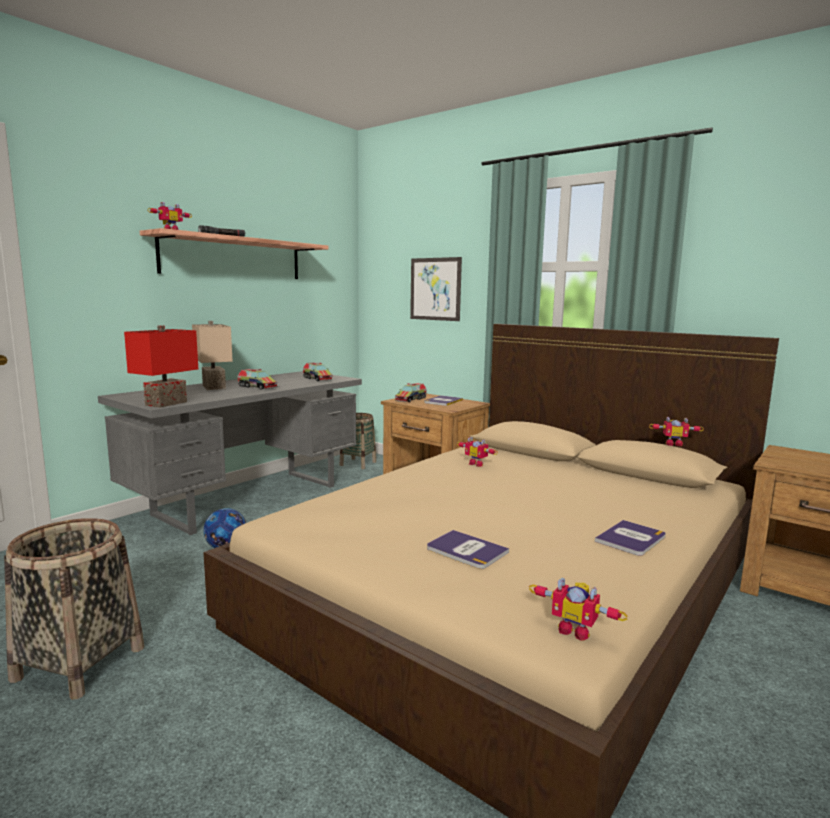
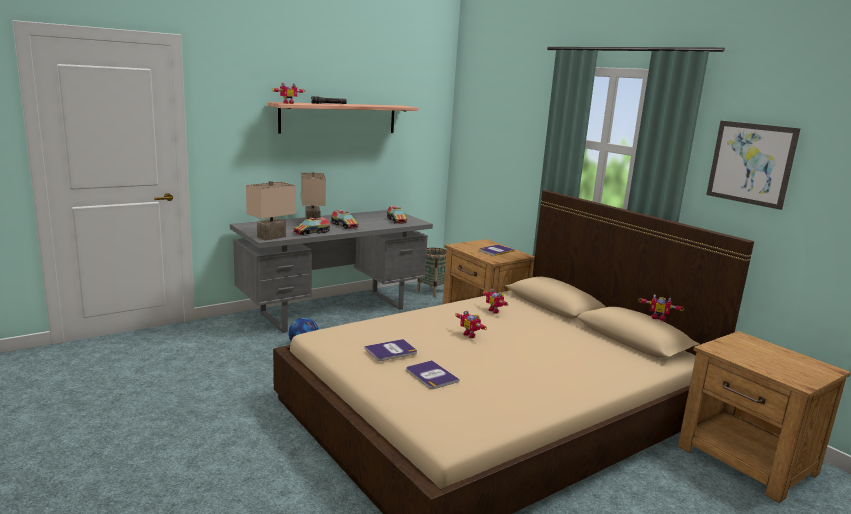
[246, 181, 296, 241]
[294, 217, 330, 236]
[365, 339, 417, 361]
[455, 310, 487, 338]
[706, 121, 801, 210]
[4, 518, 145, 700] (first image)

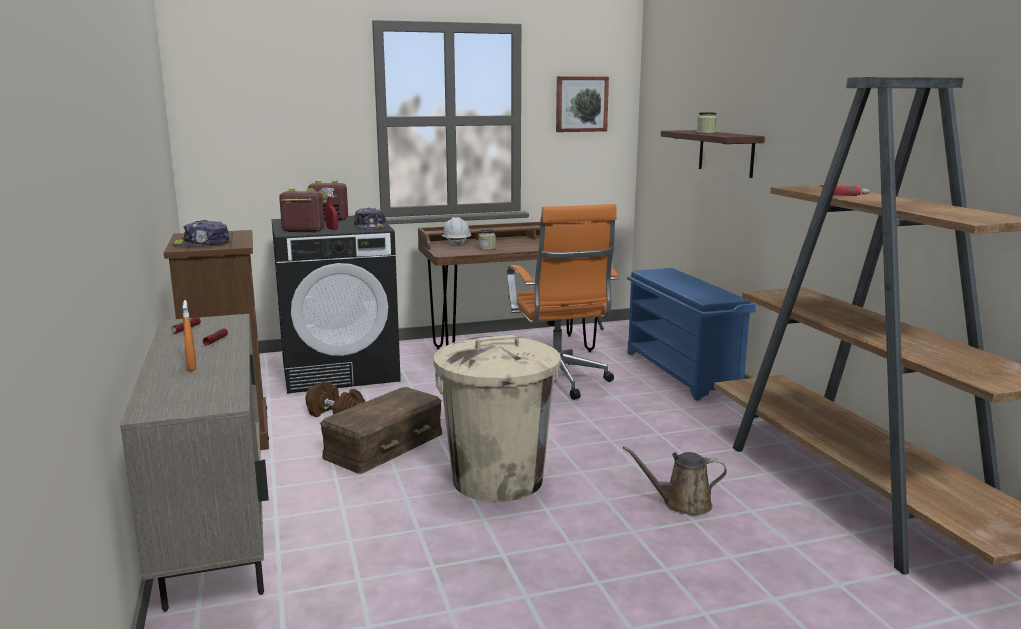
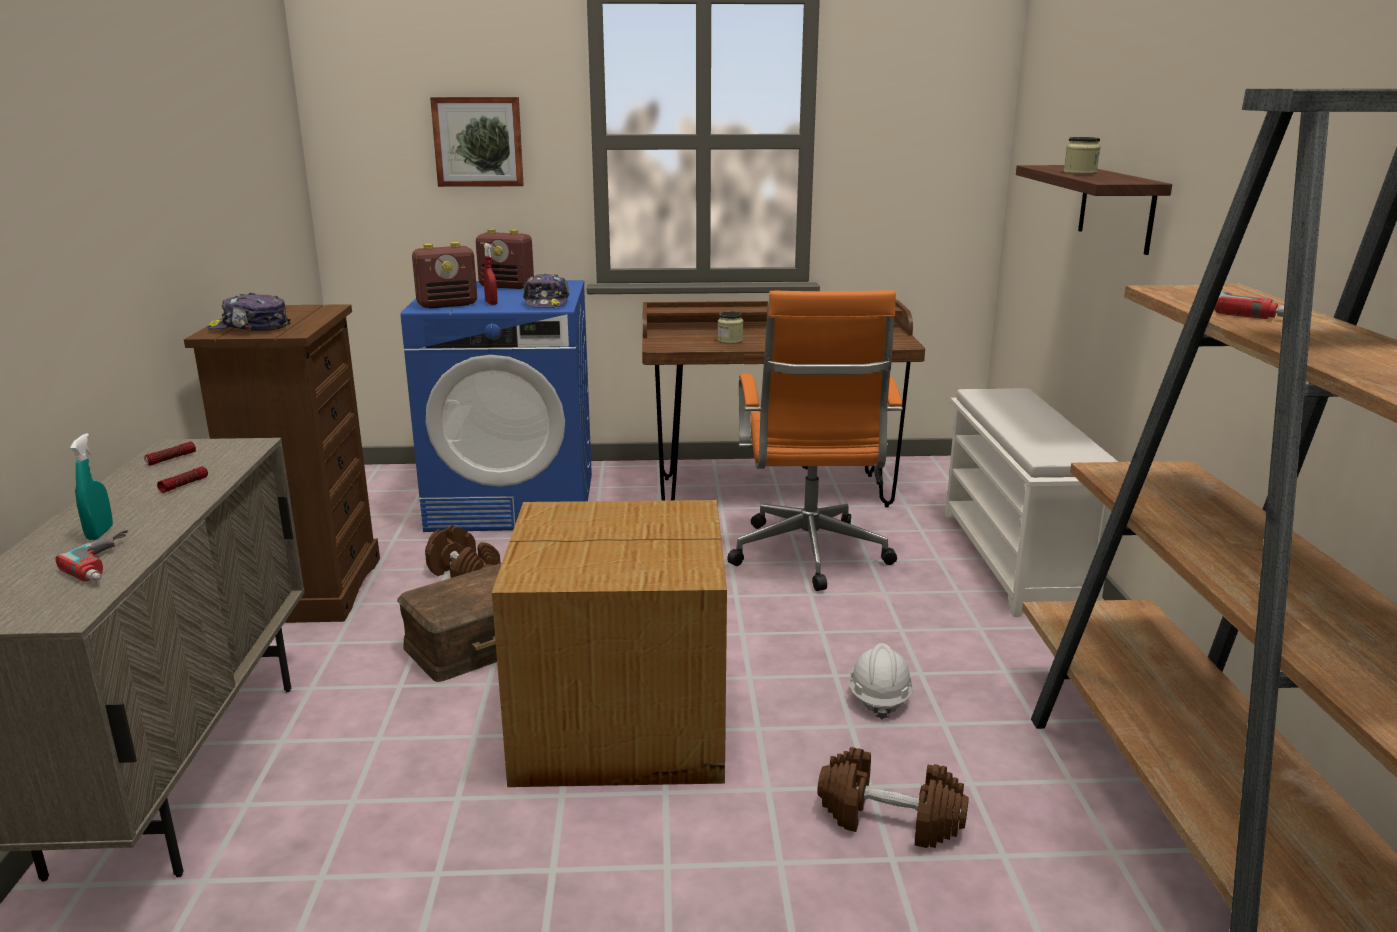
[56, 530, 128, 582]
[70, 433, 113, 540]
[400, 280, 592, 532]
[412, 242, 477, 309]
[430, 97, 524, 187]
[492, 500, 727, 787]
[817, 747, 969, 848]
[849, 643, 913, 720]
[945, 388, 1118, 617]

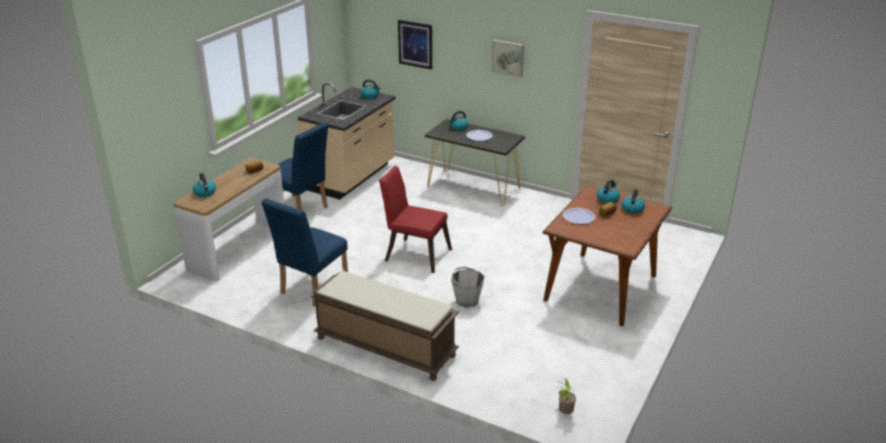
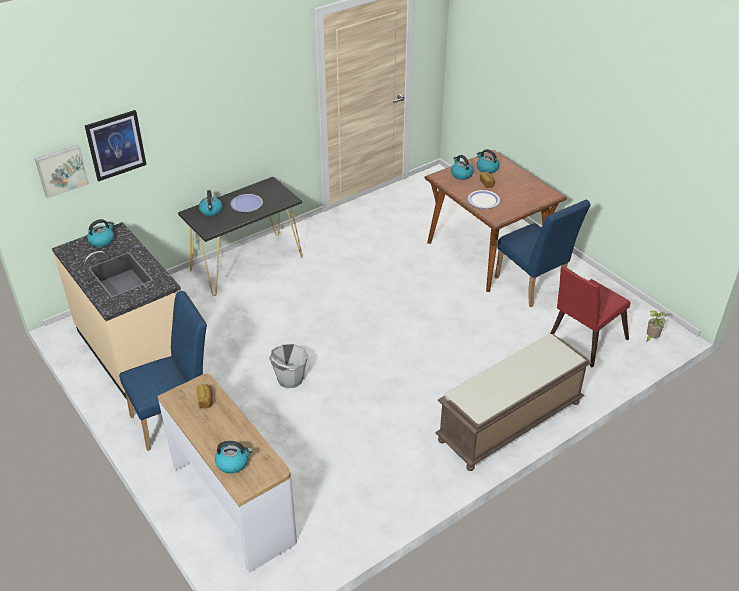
[35, 145, 89, 199]
[269, 344, 308, 388]
[495, 200, 590, 307]
[550, 266, 630, 367]

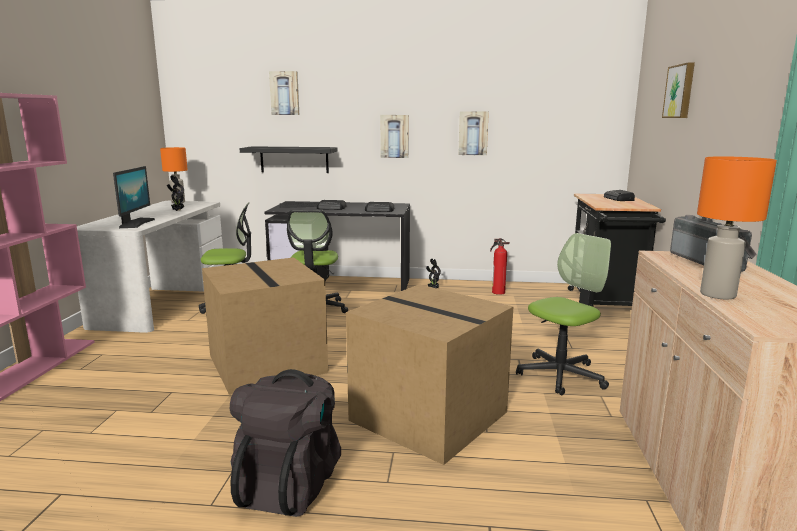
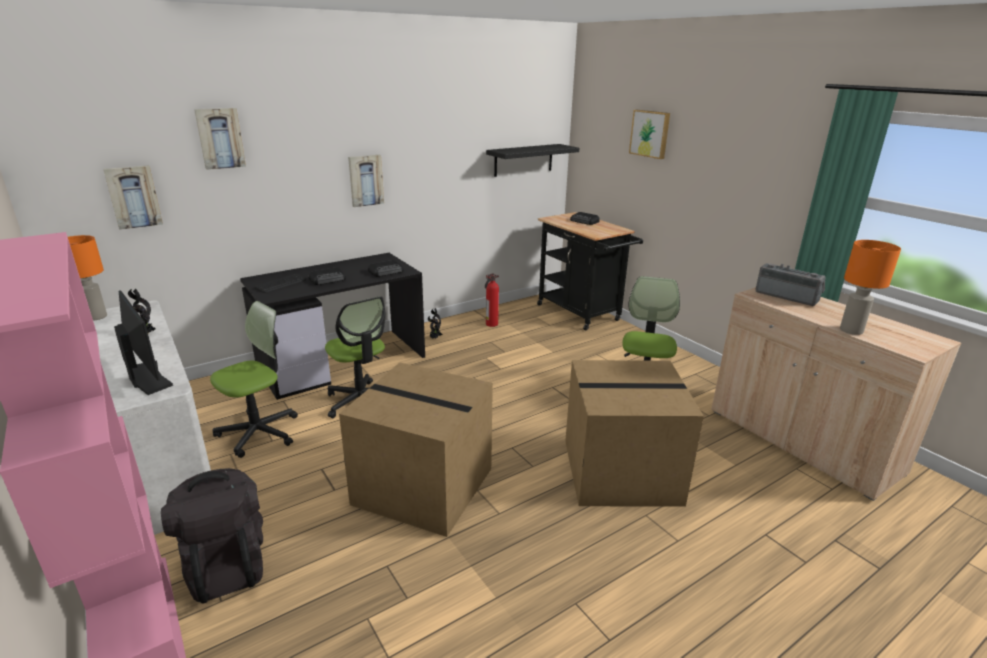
[103, 165, 163, 230]
[161, 468, 263, 604]
[486, 144, 579, 177]

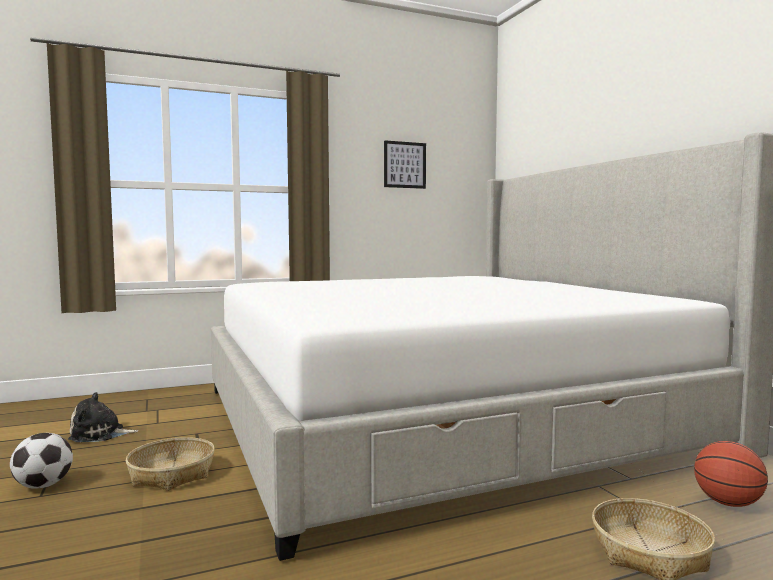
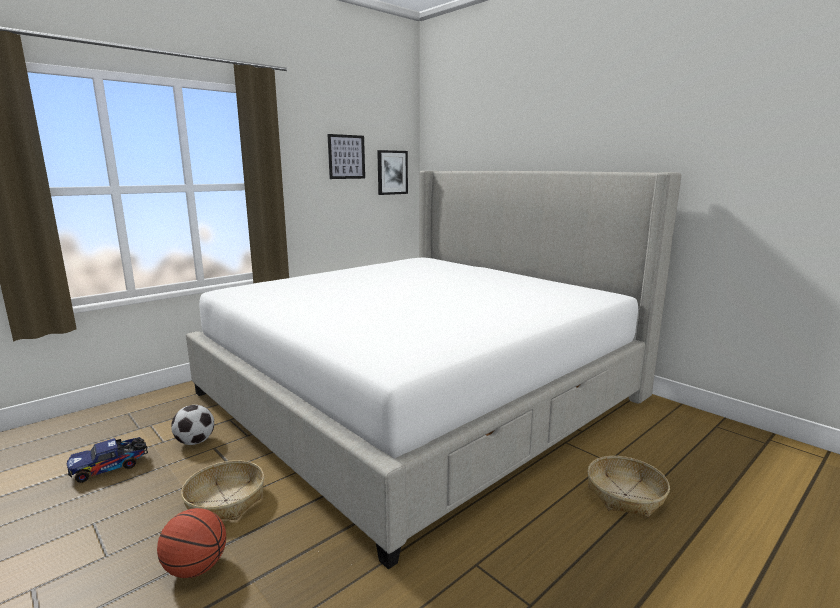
[67, 437, 148, 483]
[157, 508, 226, 578]
[171, 405, 214, 445]
[377, 150, 408, 195]

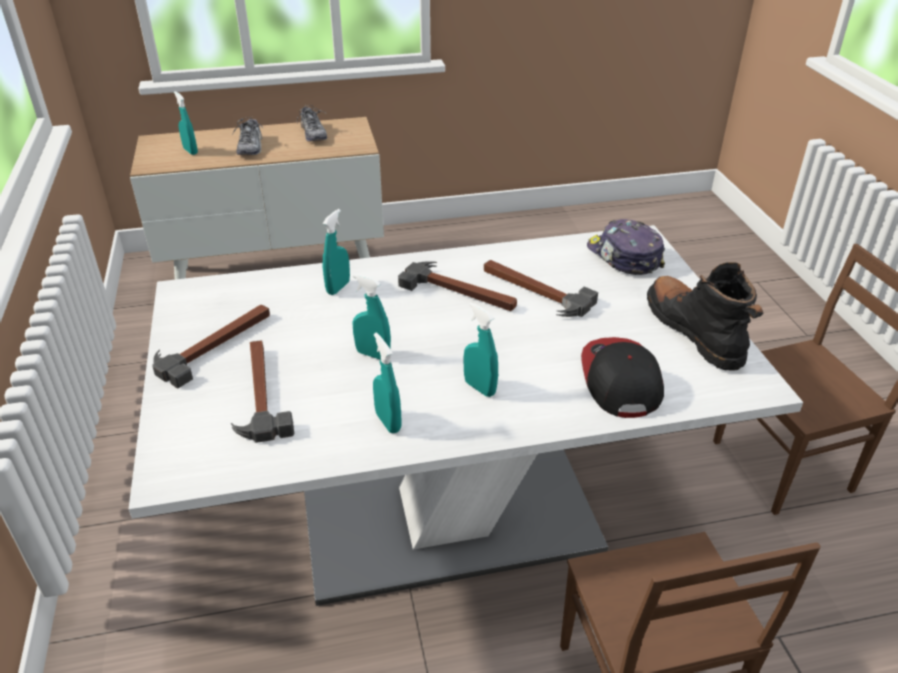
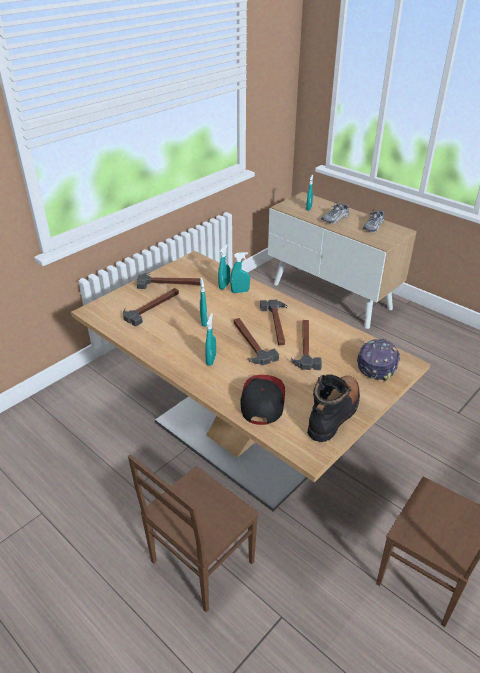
[71, 251, 430, 511]
[218, 244, 230, 290]
[234, 318, 279, 365]
[240, 375, 285, 425]

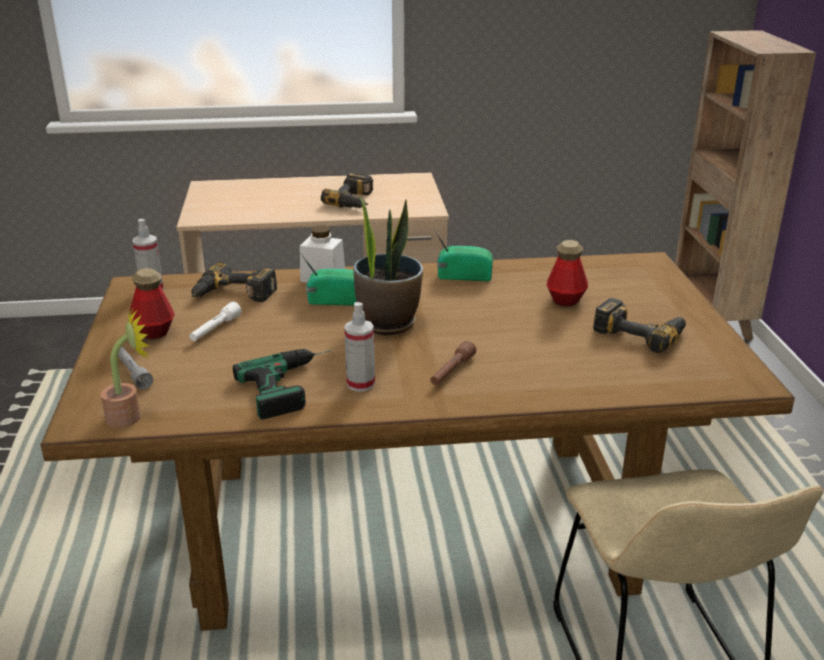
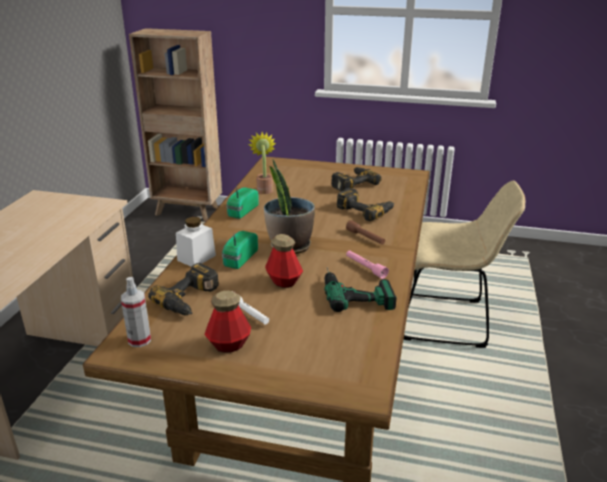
[248, 132, 276, 194]
[265, 234, 303, 288]
[336, 188, 394, 221]
[346, 250, 389, 279]
[118, 346, 153, 389] (first image)

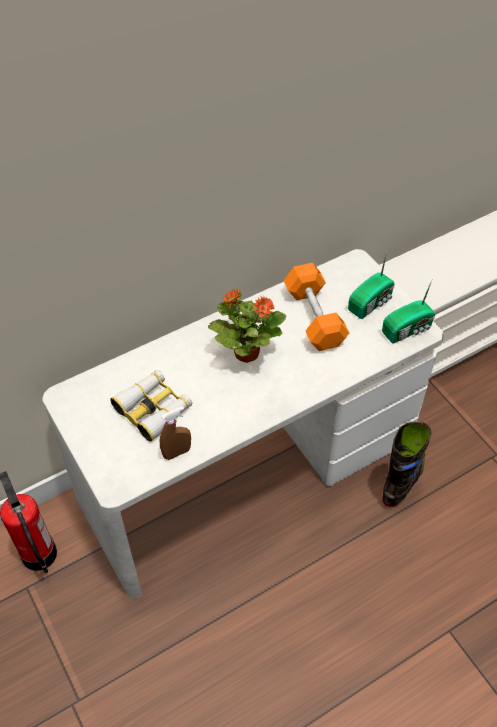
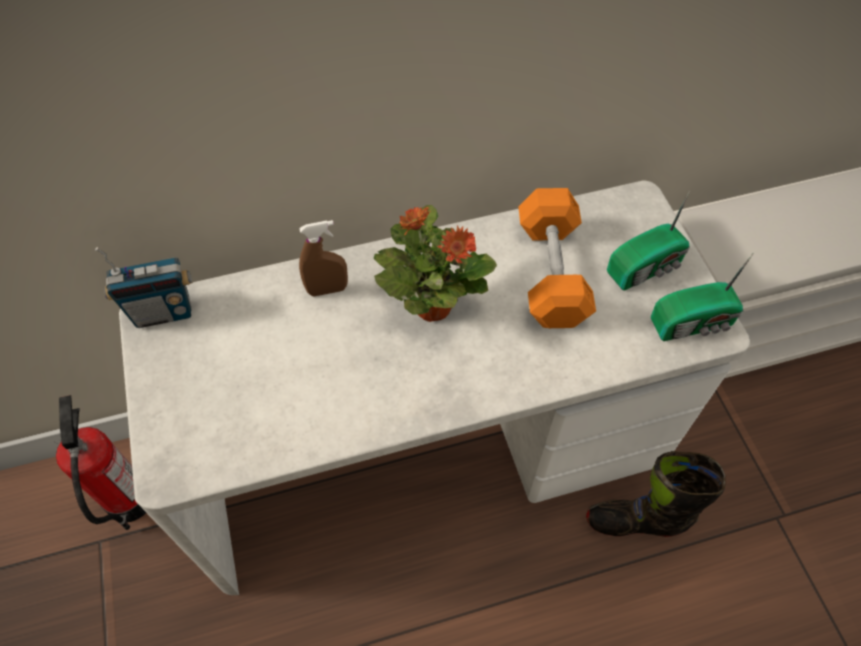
[95, 247, 193, 328]
[299, 220, 348, 296]
[586, 451, 726, 537]
[110, 370, 192, 442] (first image)

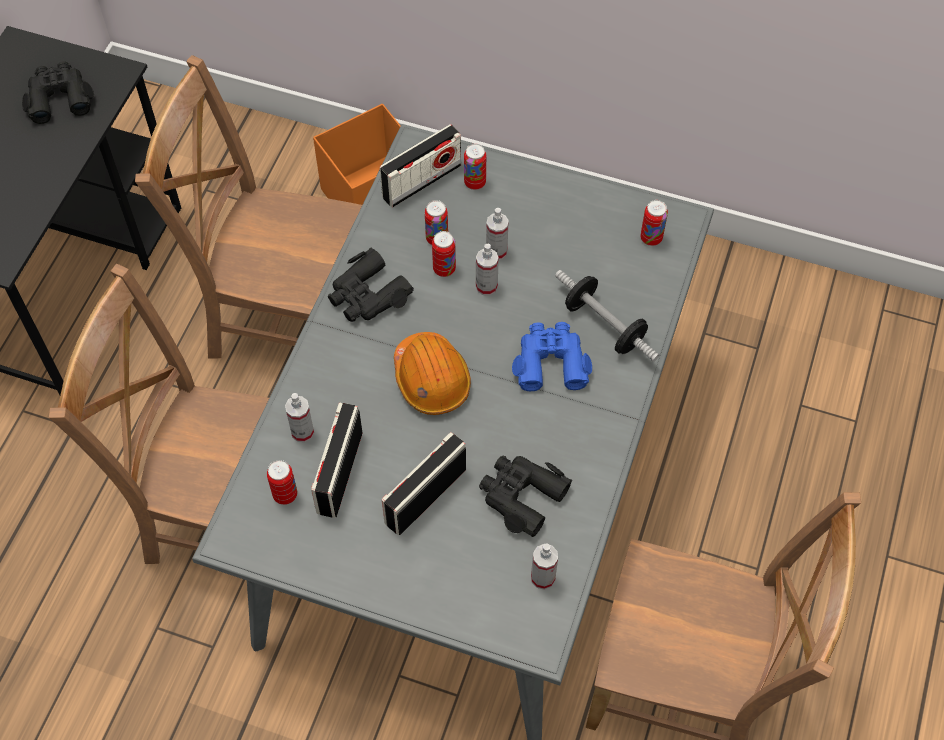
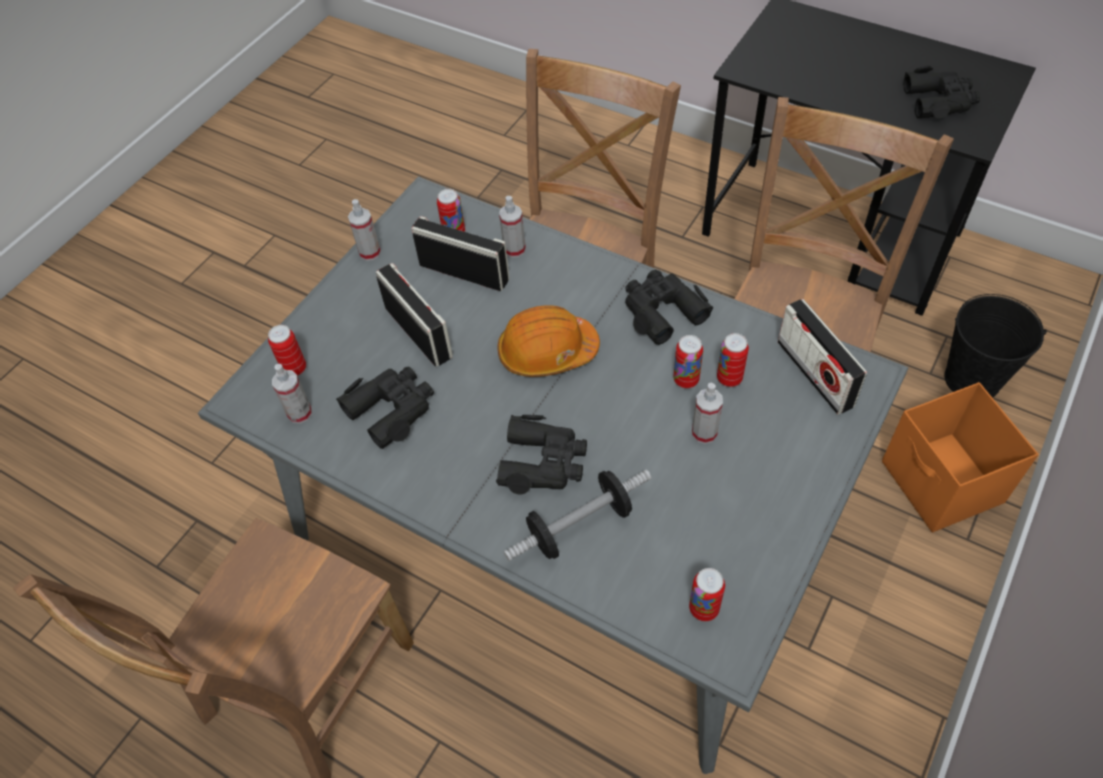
[268, 325, 306, 376]
[348, 199, 381, 261]
[496, 415, 587, 495]
[944, 294, 1047, 398]

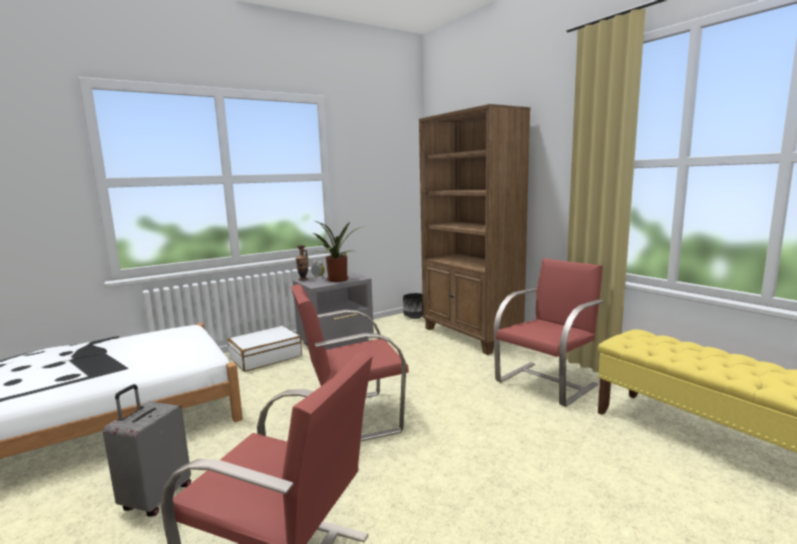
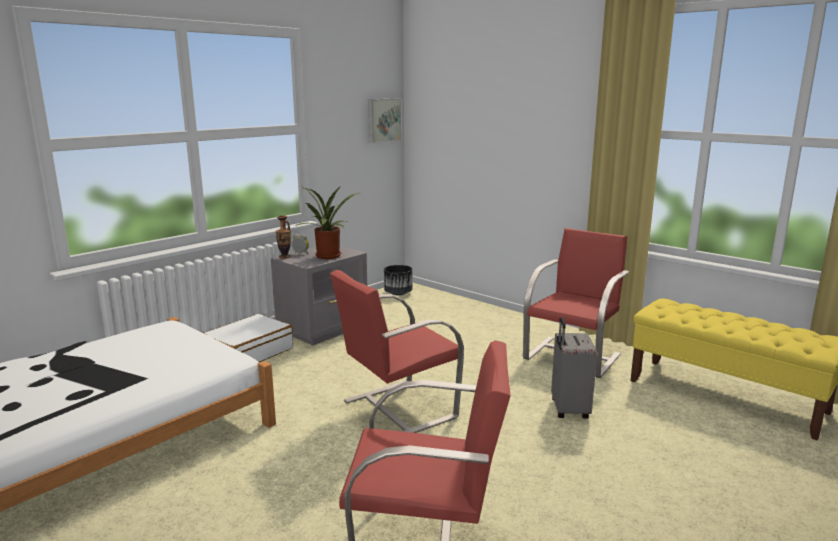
[368, 99, 401, 143]
[551, 317, 597, 419]
[419, 104, 531, 355] (first image)

